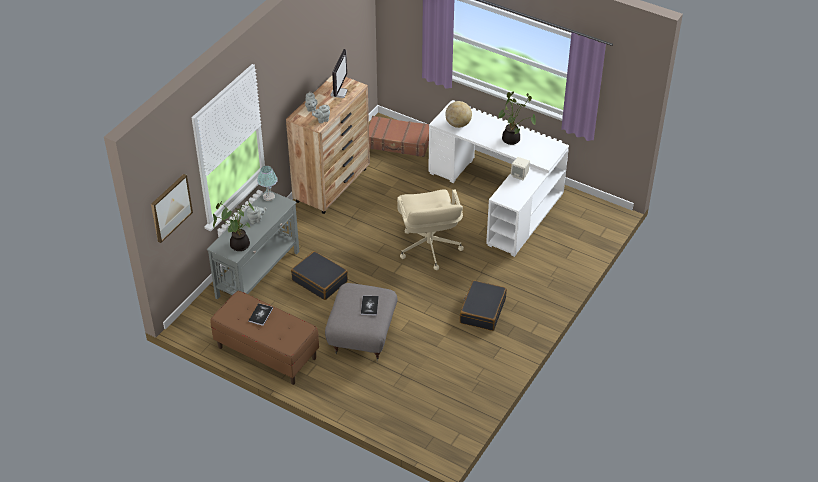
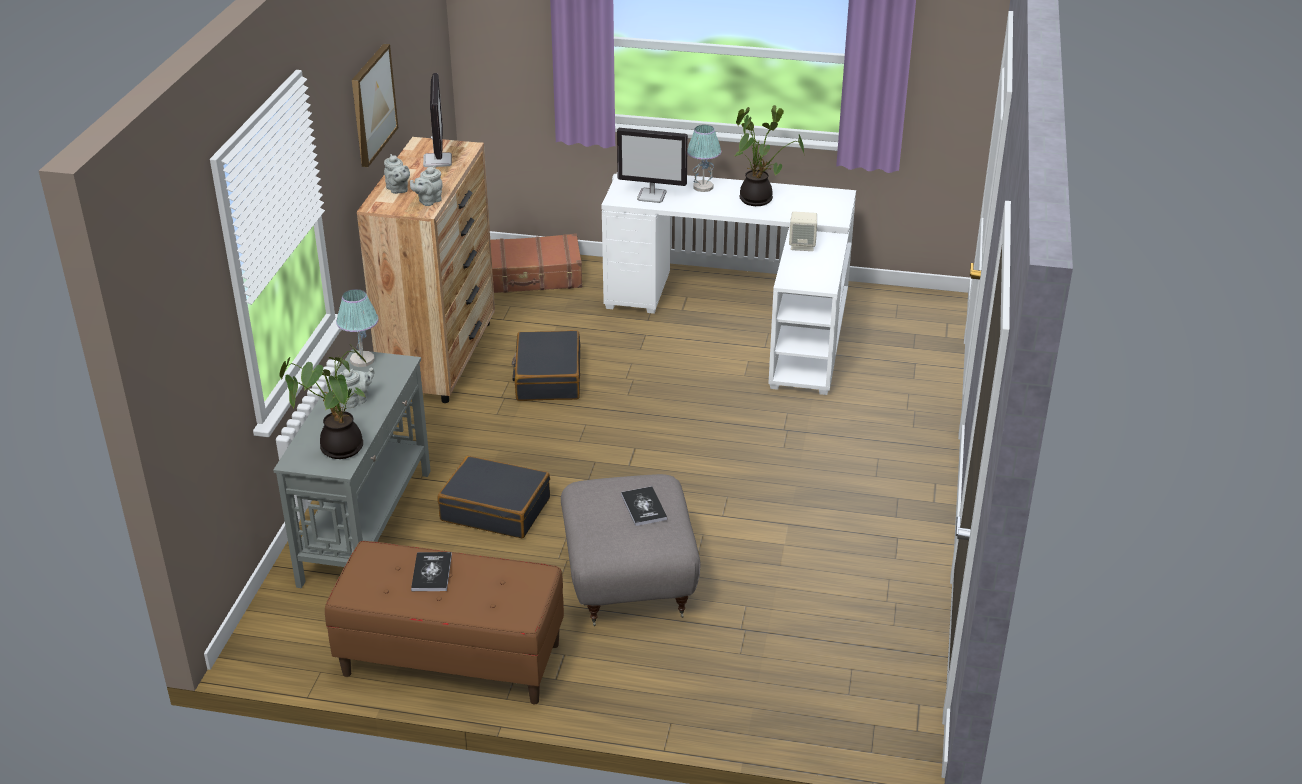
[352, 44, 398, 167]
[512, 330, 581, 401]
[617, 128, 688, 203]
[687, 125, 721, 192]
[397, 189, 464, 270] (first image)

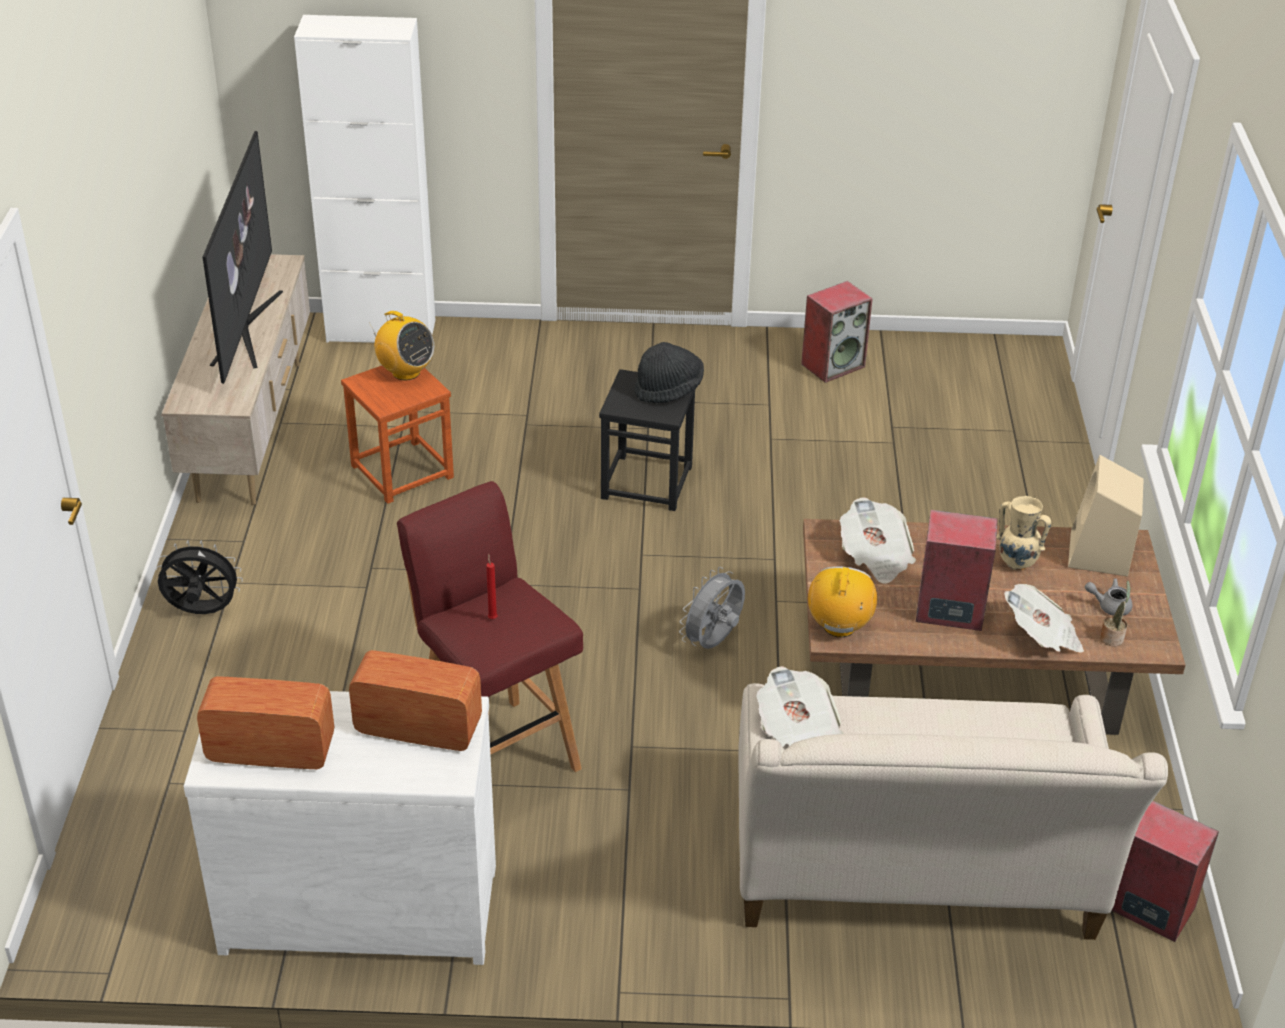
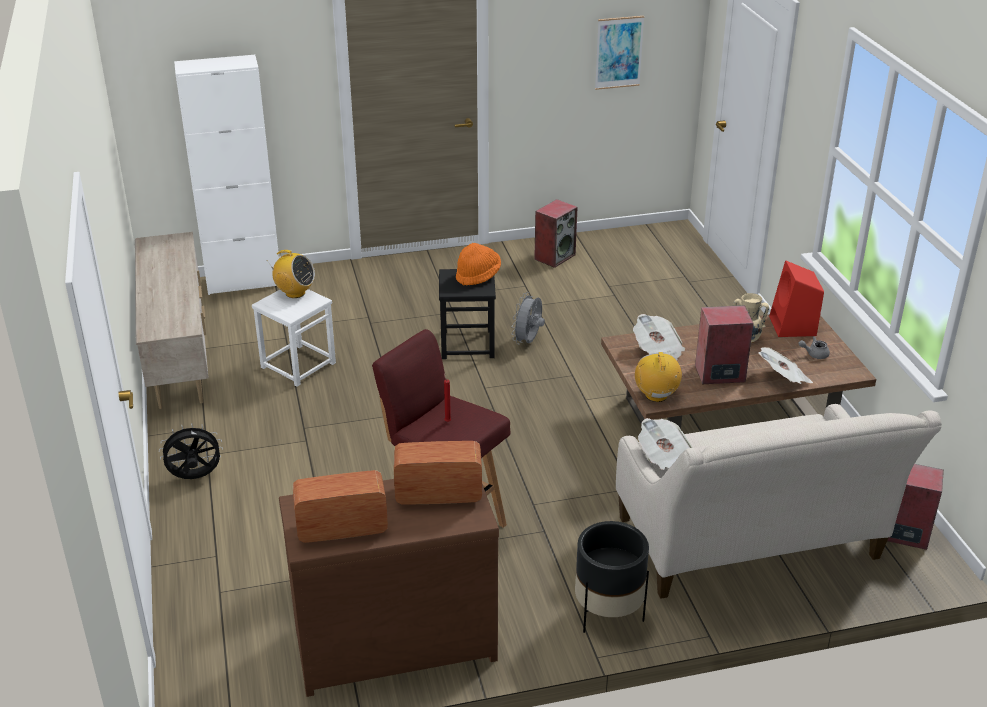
[252, 289, 336, 387]
[279, 479, 499, 697]
[456, 243, 501, 285]
[511, 292, 545, 345]
[575, 521, 649, 633]
[595, 16, 644, 90]
[769, 260, 824, 337]
[203, 131, 283, 384] (first image)
[1100, 580, 1131, 647] (first image)

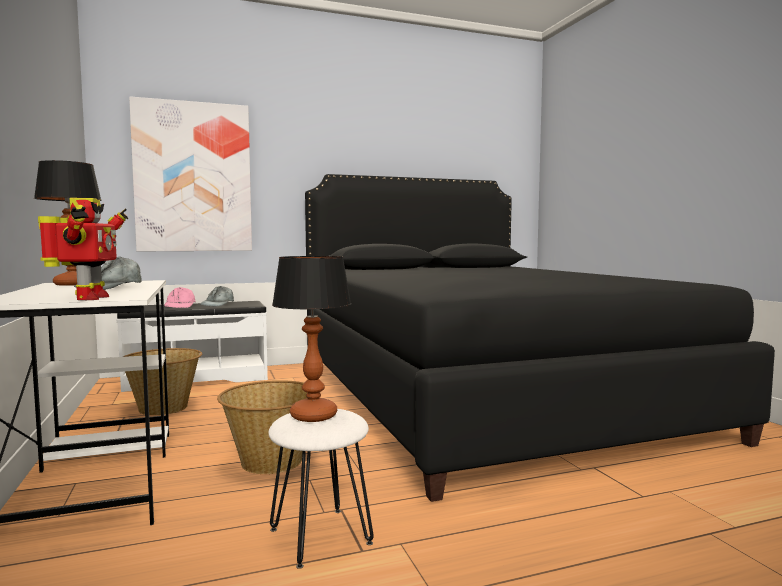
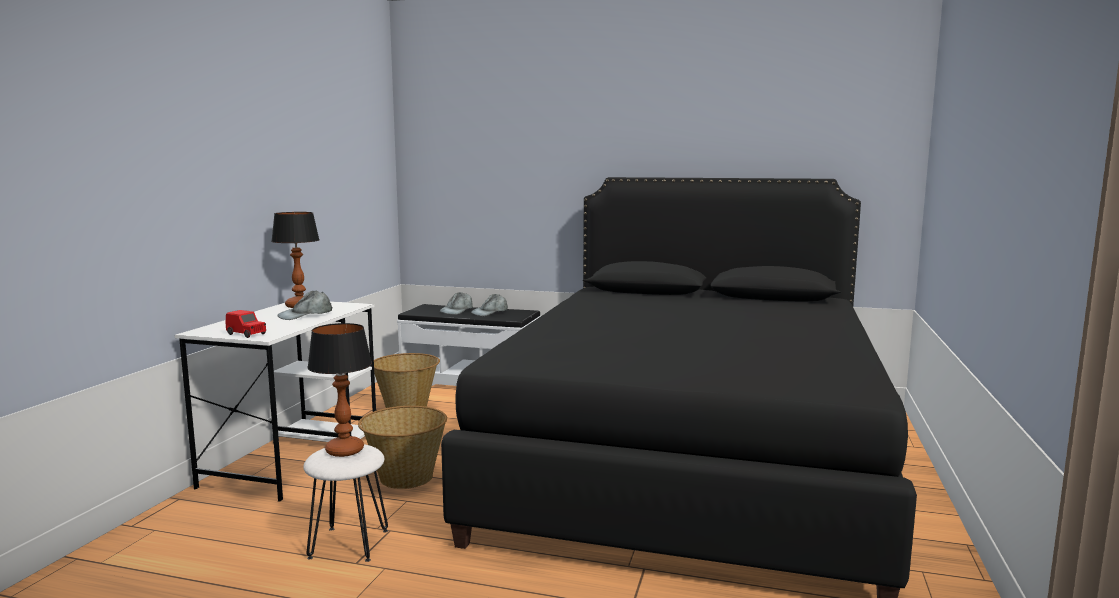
[226, 310, 266, 338]
[440, 292, 473, 315]
[129, 96, 252, 251] (first image)

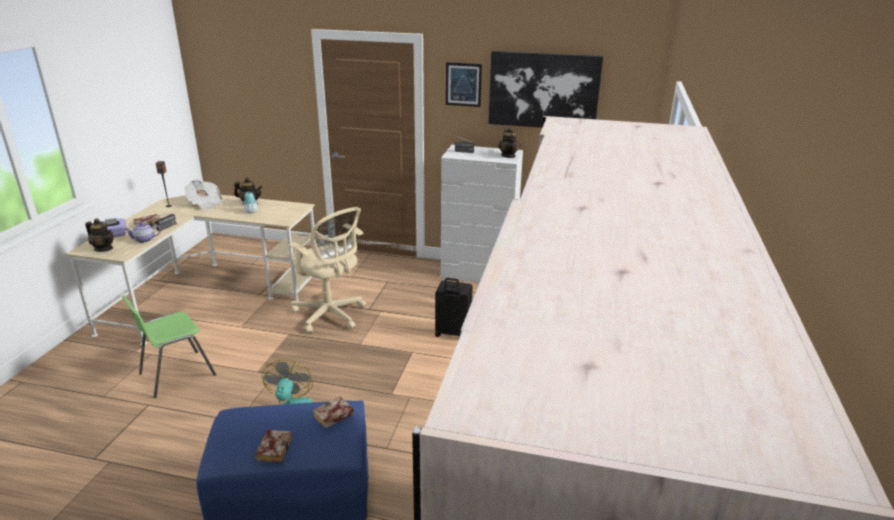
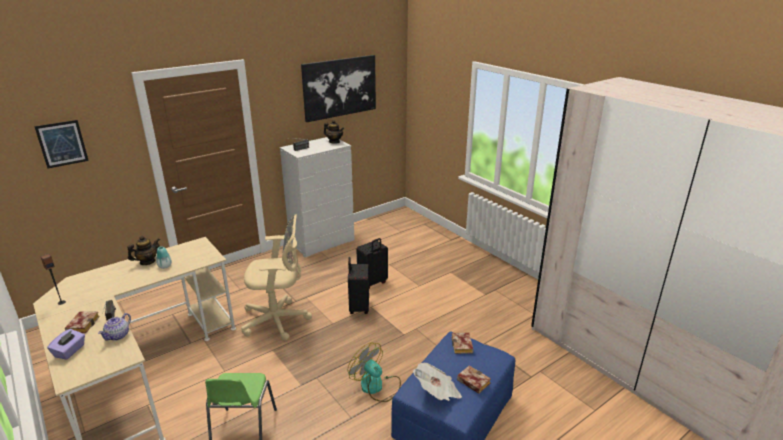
[34, 120, 89, 168]
[348, 257, 369, 314]
[413, 363, 462, 401]
[85, 218, 114, 252] (first image)

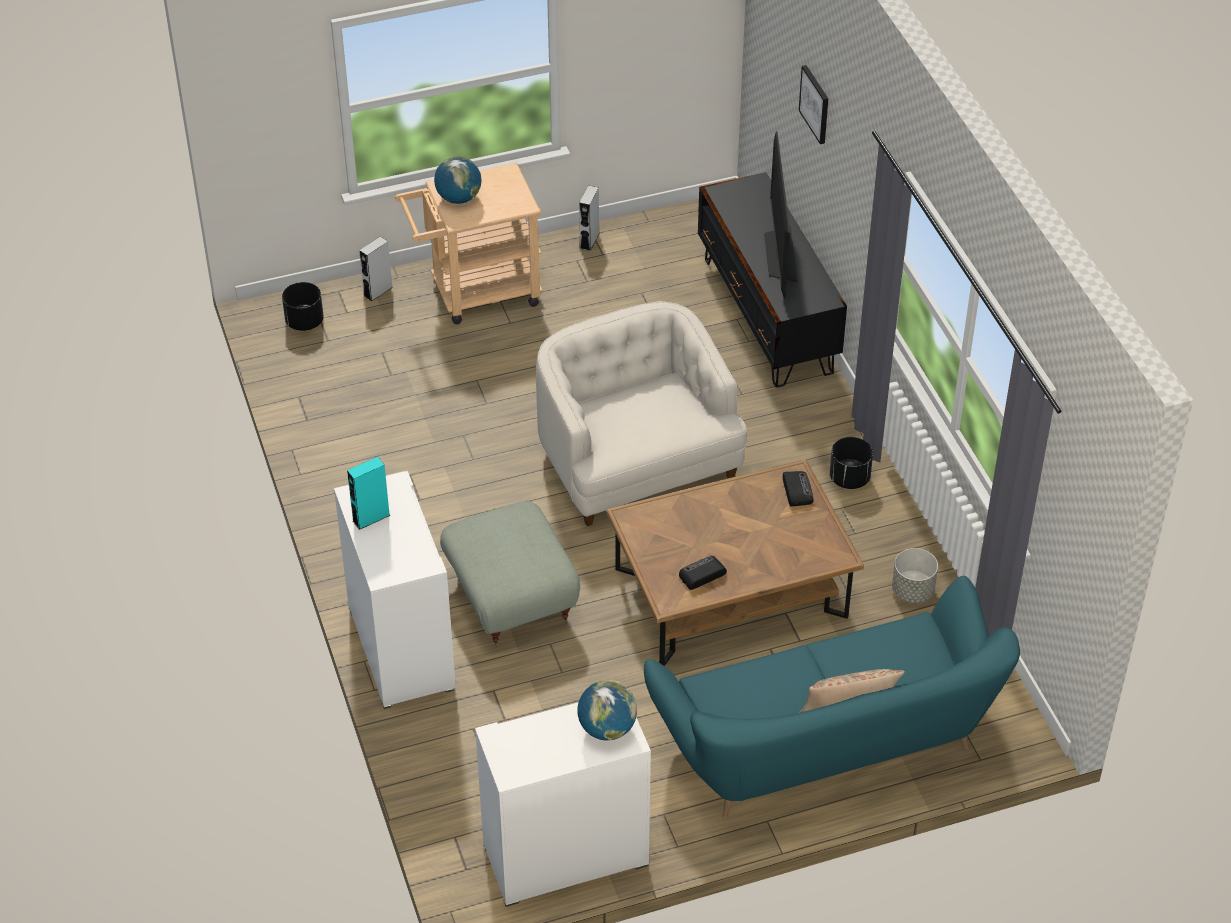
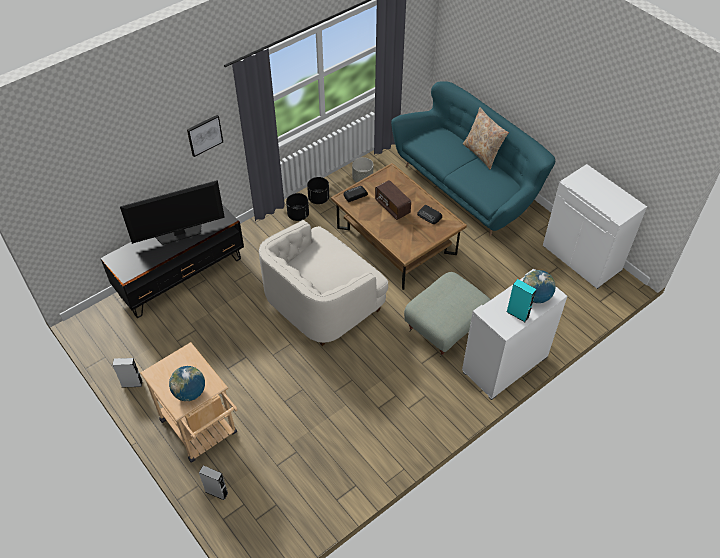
[187, 115, 223, 157]
[307, 177, 329, 204]
[375, 180, 411, 220]
[522, 270, 556, 303]

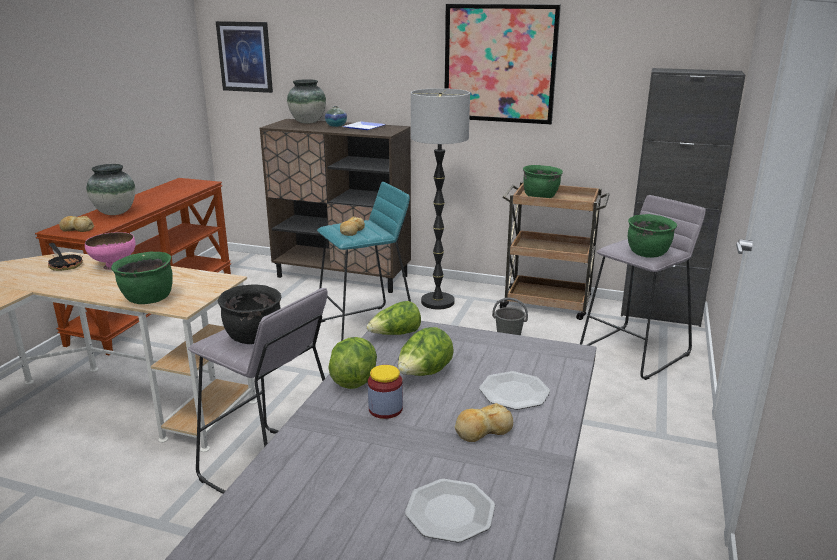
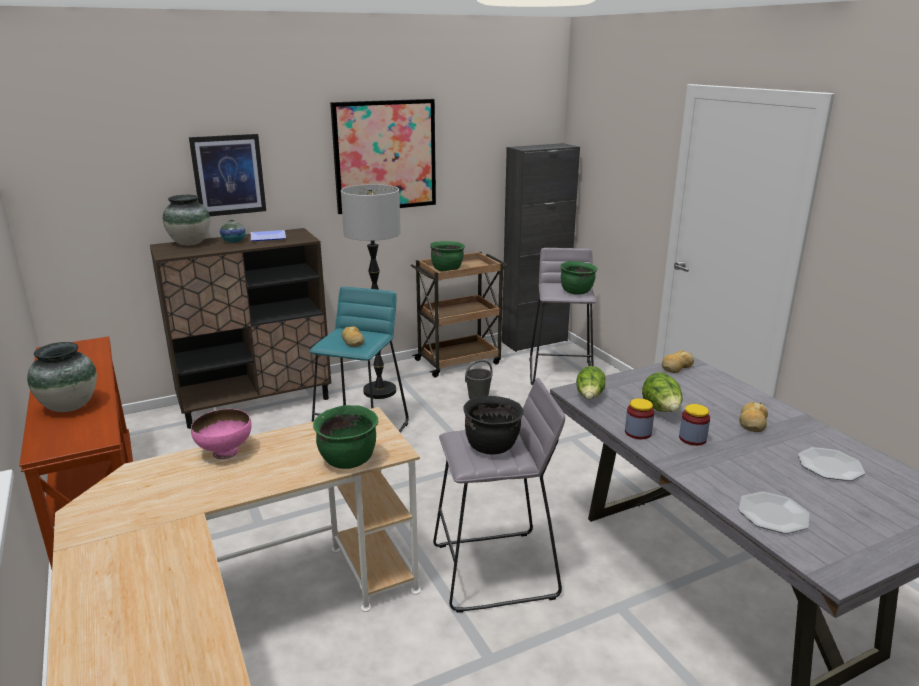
[189, 134, 266, 216]
[625, 398, 654, 439]
[662, 350, 694, 373]
[738, 491, 810, 534]
[48, 243, 83, 271] (first image)

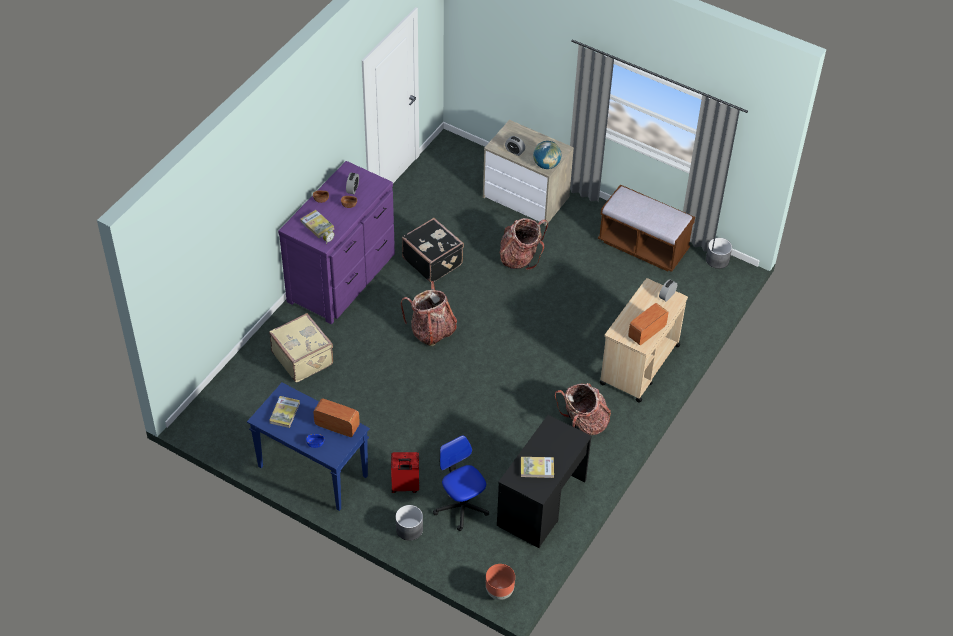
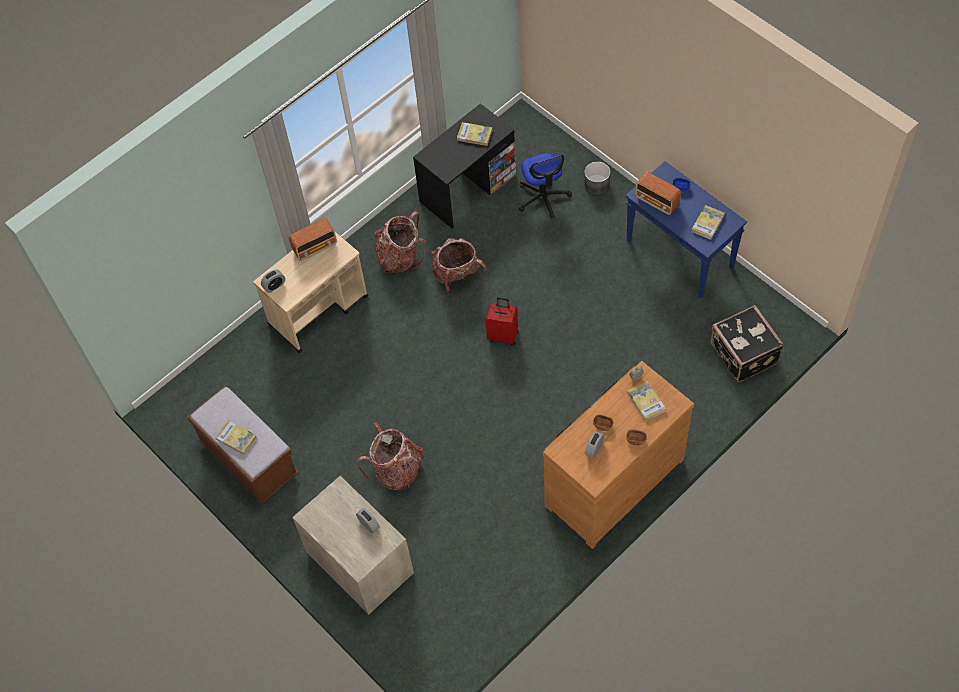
[215, 420, 257, 455]
[431, 238, 487, 292]
[485, 297, 518, 346]
[543, 361, 694, 549]
[710, 305, 784, 382]
[269, 313, 333, 382] (first image)
[486, 564, 515, 600] (first image)
[533, 141, 561, 169] (first image)
[706, 238, 732, 269] (first image)

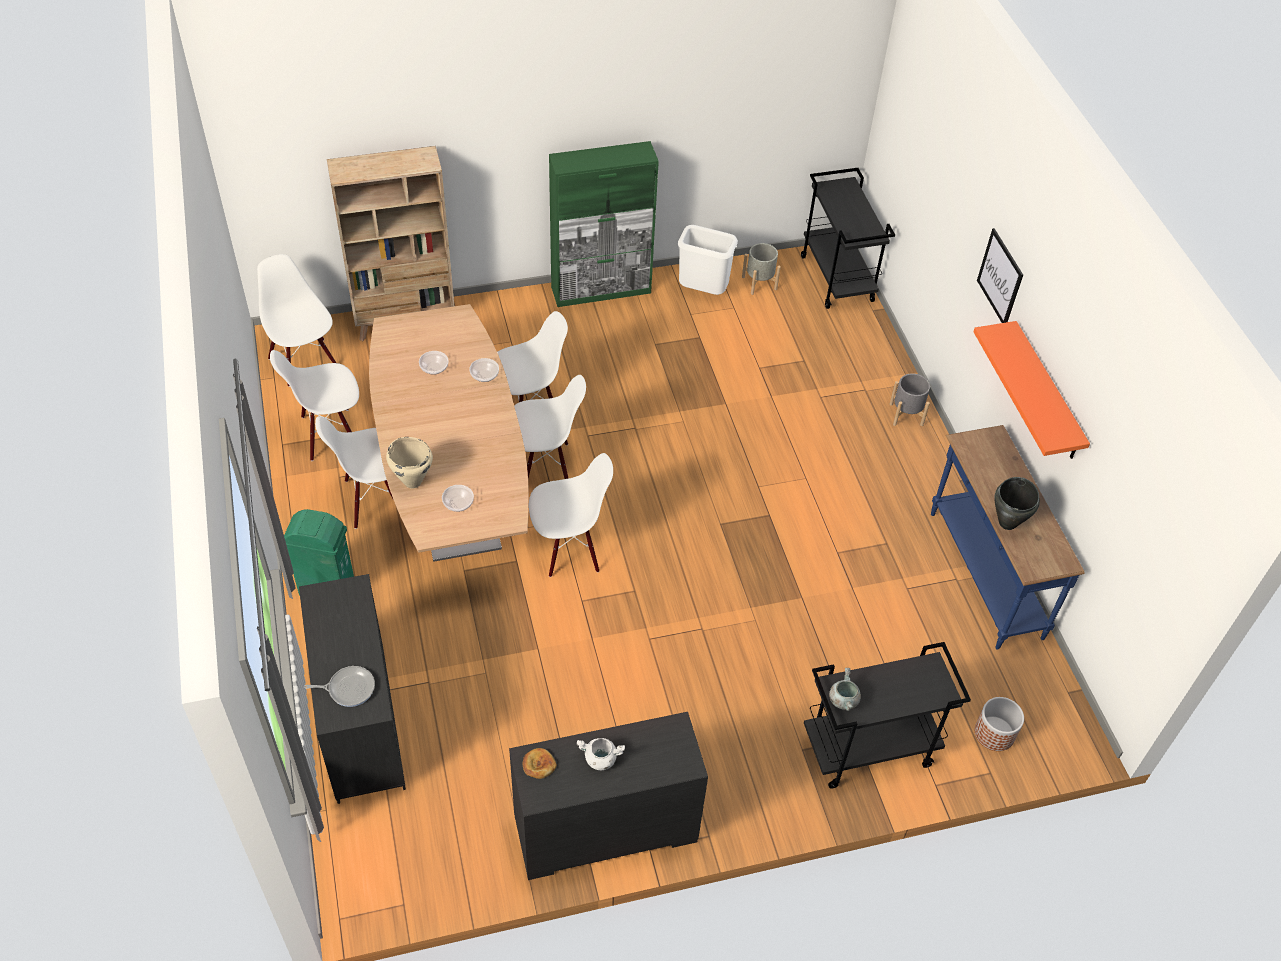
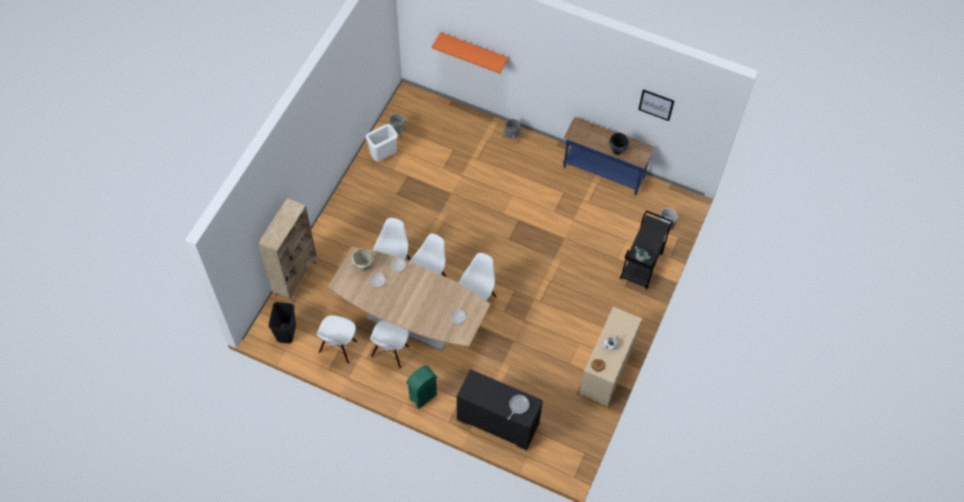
[268, 302, 296, 344]
[352, 249, 374, 271]
[432, 32, 509, 74]
[579, 307, 642, 407]
[638, 89, 674, 121]
[549, 141, 659, 307] (first image)
[801, 168, 895, 309] (first image)

